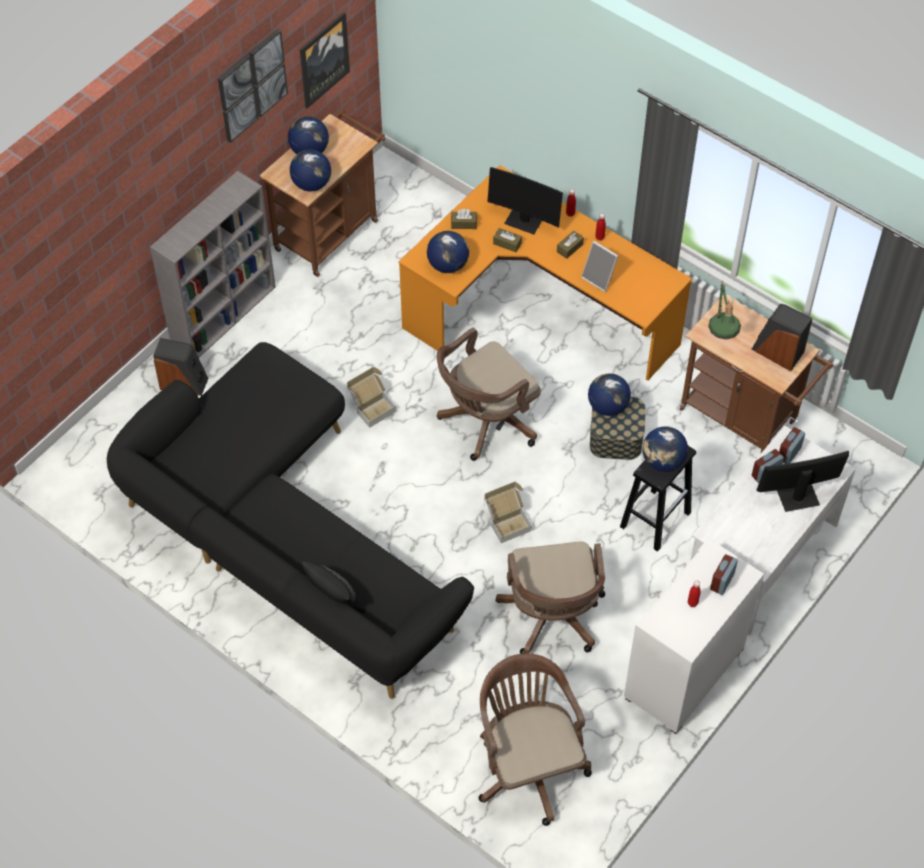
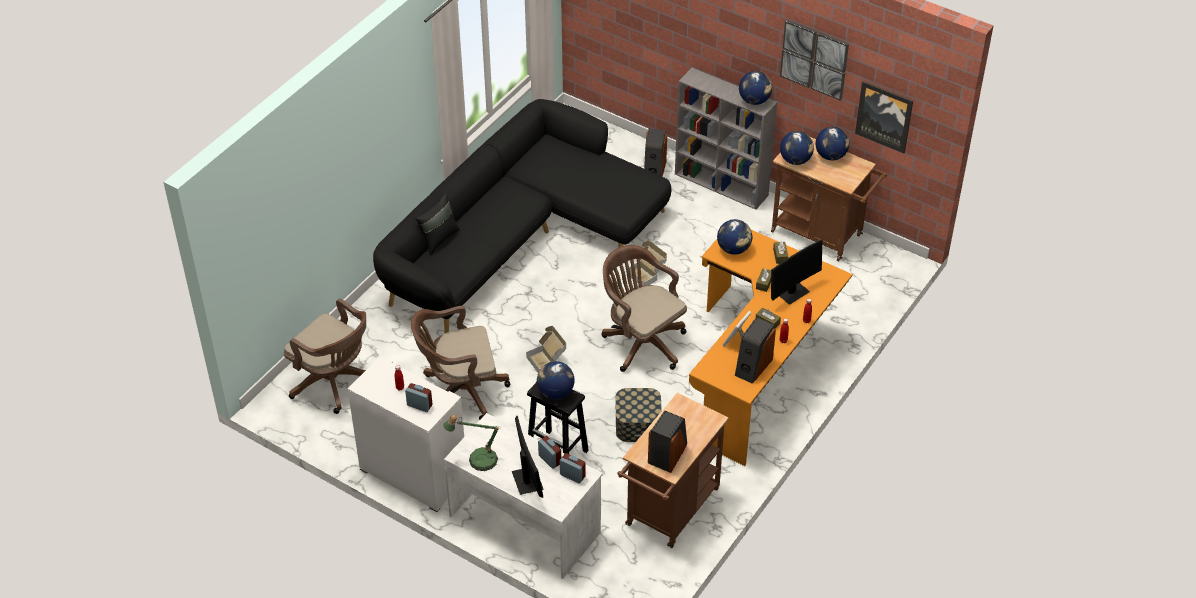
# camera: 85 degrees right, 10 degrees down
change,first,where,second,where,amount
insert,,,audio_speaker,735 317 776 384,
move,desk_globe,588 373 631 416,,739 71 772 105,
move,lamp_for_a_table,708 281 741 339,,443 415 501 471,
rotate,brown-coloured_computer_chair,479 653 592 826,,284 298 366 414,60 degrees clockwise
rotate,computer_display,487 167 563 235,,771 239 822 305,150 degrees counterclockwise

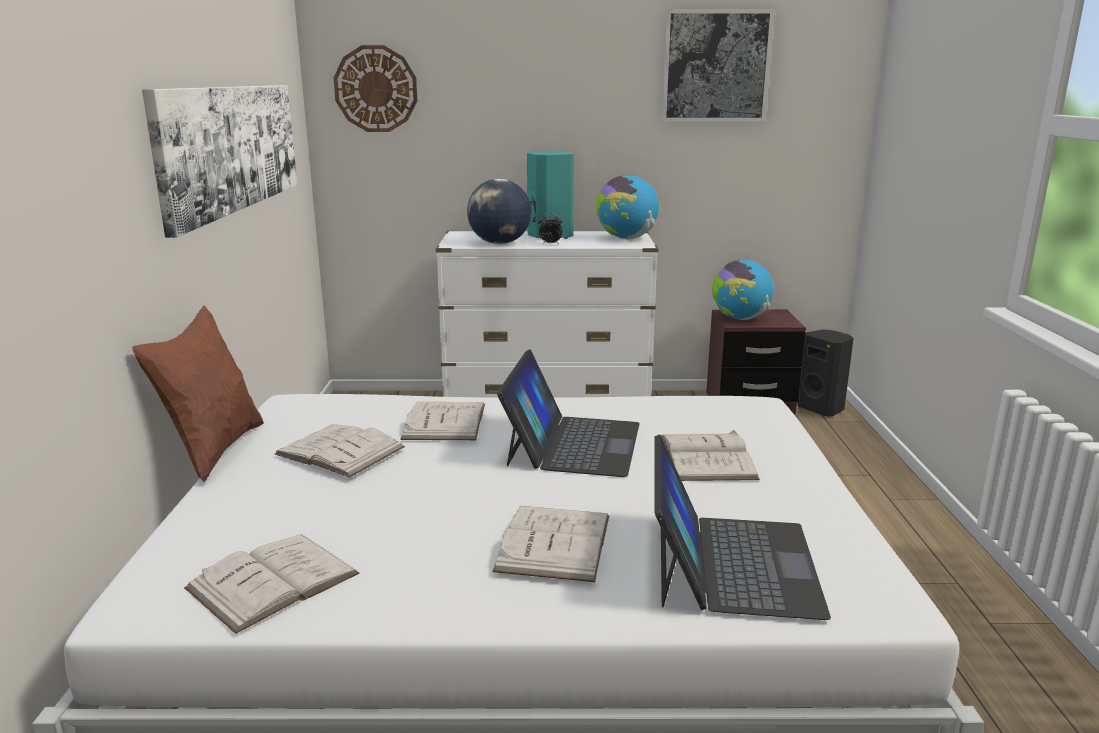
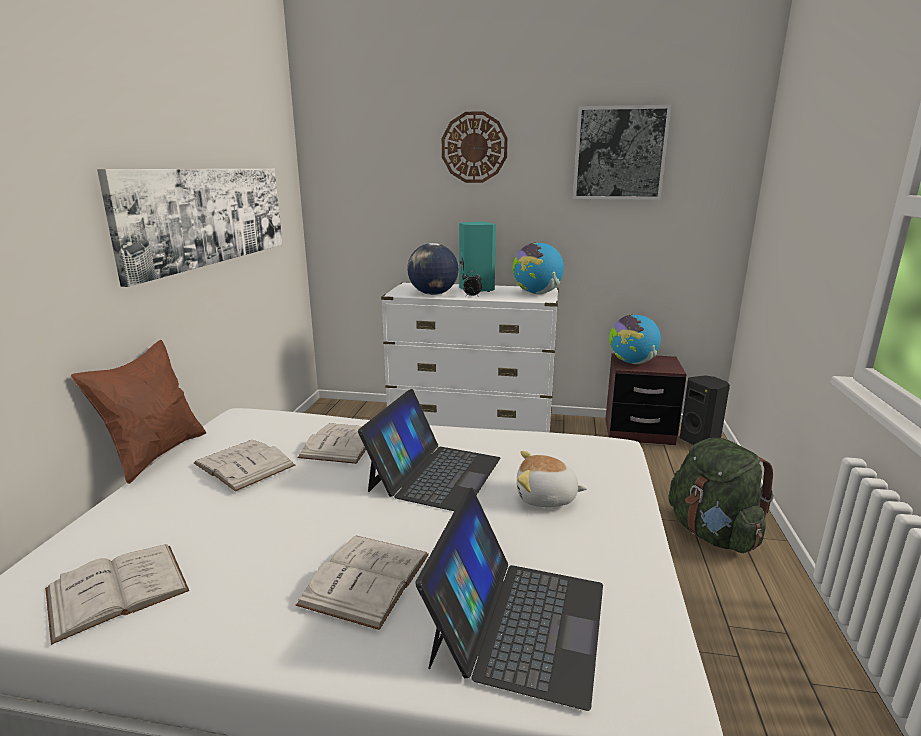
# camera: 10 degrees right, 0 degrees up
change,first,where,second,where,amount
insert,,,greenish_rucksack,668 438 774 553,
move,hanging_clock,334 45 418 132,,442 111 508 183,
replace,white_bound_book,661 430 760 481,cuddly_toy,517 451 587 507,

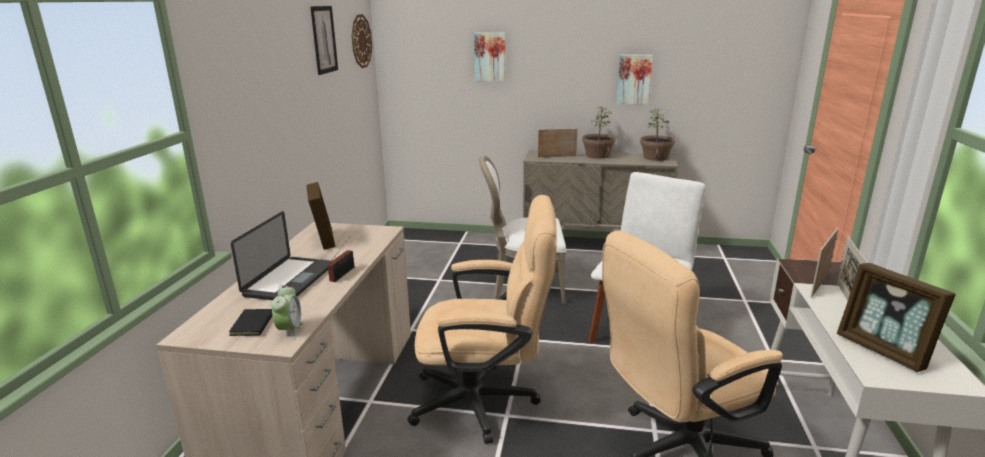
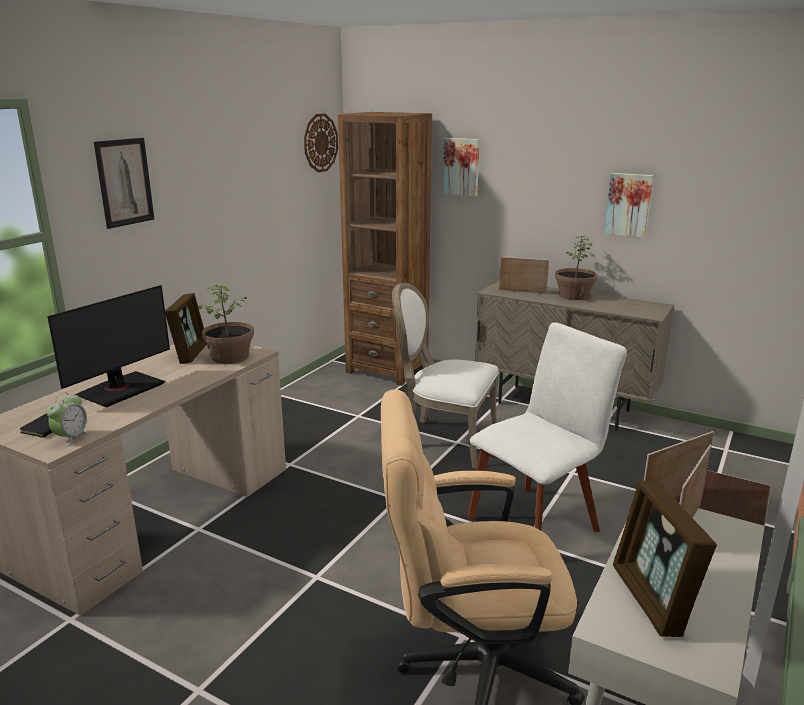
# camera: 20 degrees right, 0 degrees up
change,first,where,second,where,amount
delete,radio_set,328 236 354 282,,,
delete,beige_computer_chair,408 195 557 444,,,
insert,,,brown-coloured_bookcase,338 112 432 386,
move,wall_art,310 6 338 75,,94 138 154 229,
move,plant_in_a_pot,640 109 675 161,,198 284 254 364,
replace,laptop,231 211 331 300,computer_display,47 285 170 407,

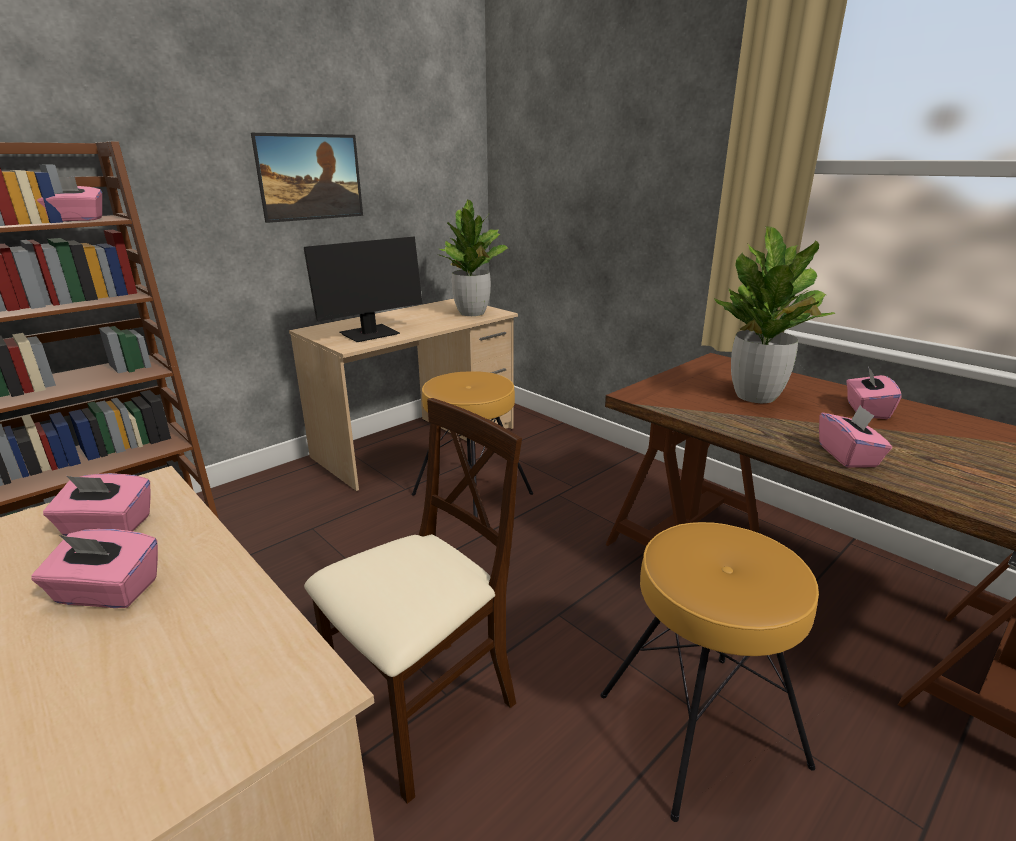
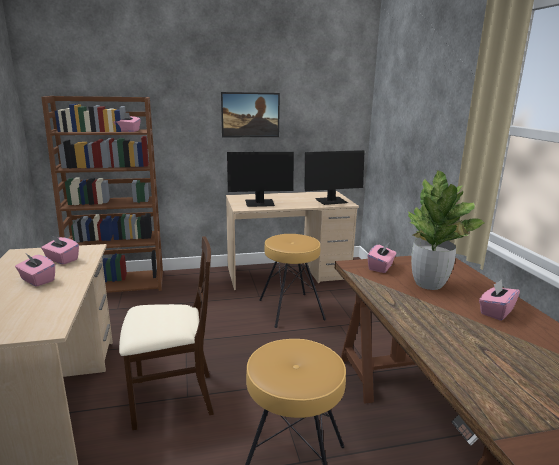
# camera: 30 degrees right, 5 degrees down
change,first,where,second,where,amount
move,pink_tissue_box,819 405 892 468,,368 242 396 273,
replace,plant_in_a_pot,440 200 508 316,computer_display,305 150 365 205,

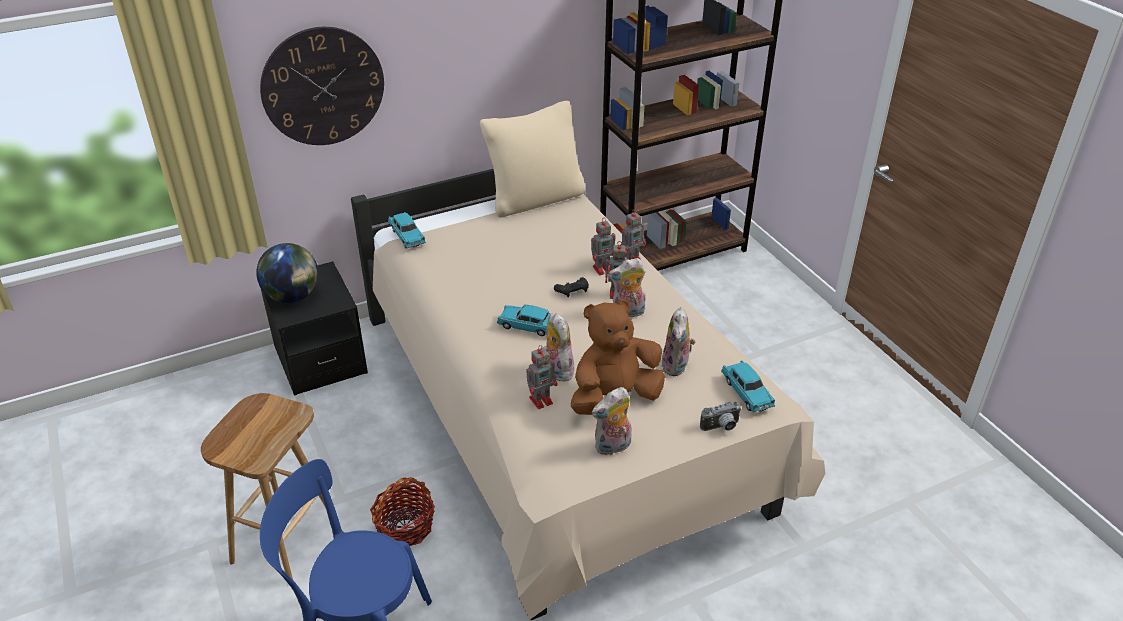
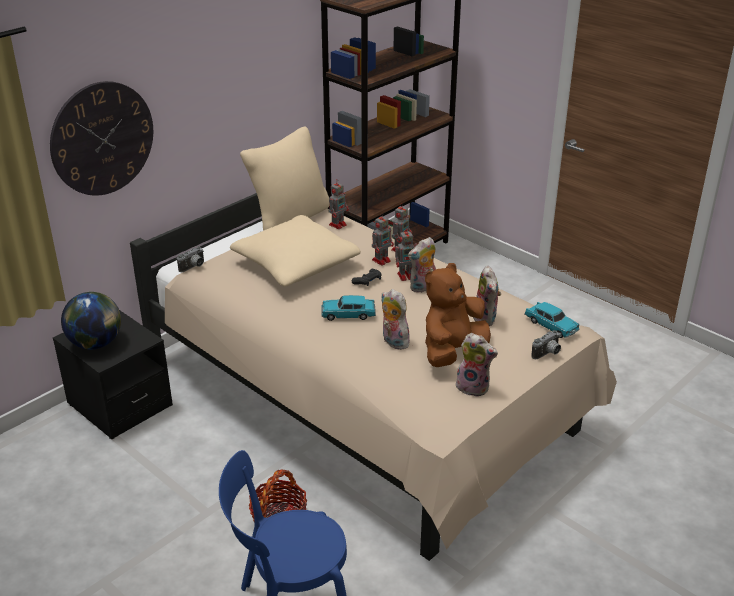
# camera: 20 degrees left, 5 degrees down
change,first,where,second,where,amount
delete,brown-coloured_sitting_stool,201 393 326 580,,,
insert,,,beige_pillow,230 215 361 287,
move,toy_robot,526 345 557 409,,329 179 349 229,
replace,blue-green_miniature_car,388 212 426 248,still_camera,177 246 204 272,
rotate,cuddly_toy,592 387 632 455,,456 333 498 397,105 degrees counterclockwise

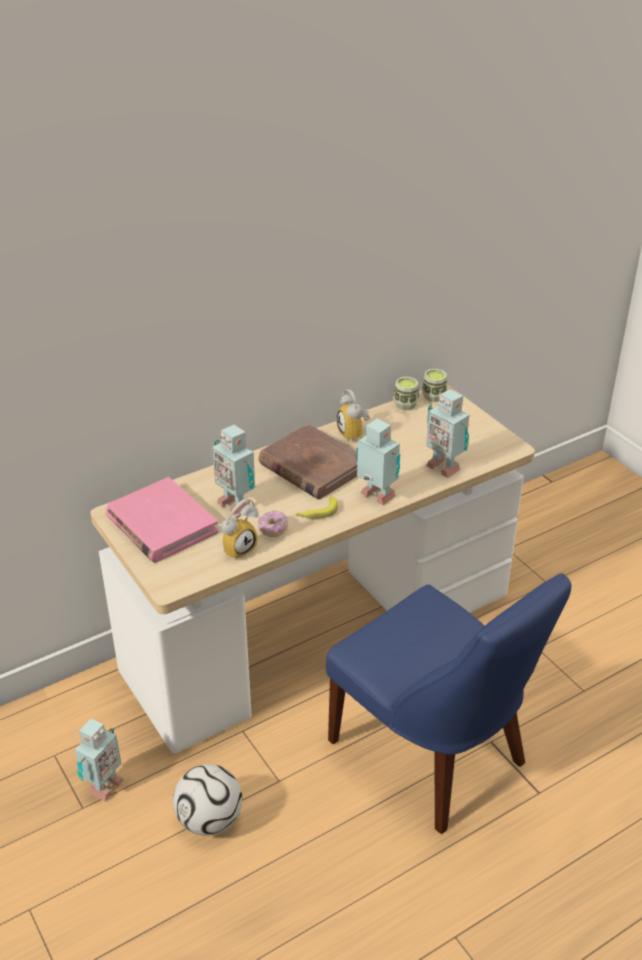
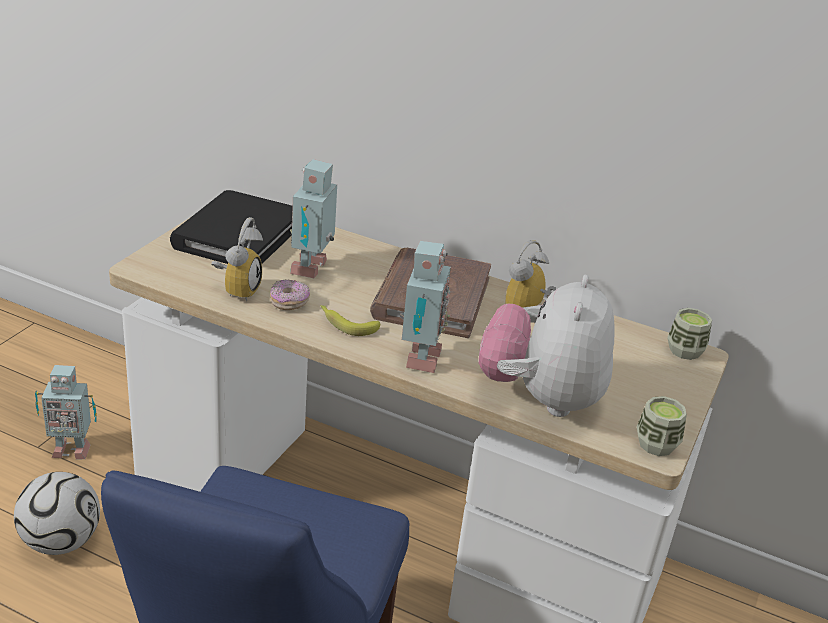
# camera: 55 degrees right, 5 degrees down
change,first,where,second,where,amount
move,cup,393 377 419 410,,637 396 687 456,
replace,toy_robot,426 389 469 478,cuddly_toy,479 275 615 417,
recolor,pink_bound_book,105 477 218 563,blackish_bound_book,170 190 293 264,
rotate,alarm_clock,219 499 259 561,,211 217 263 301,90 degrees counterclockwise

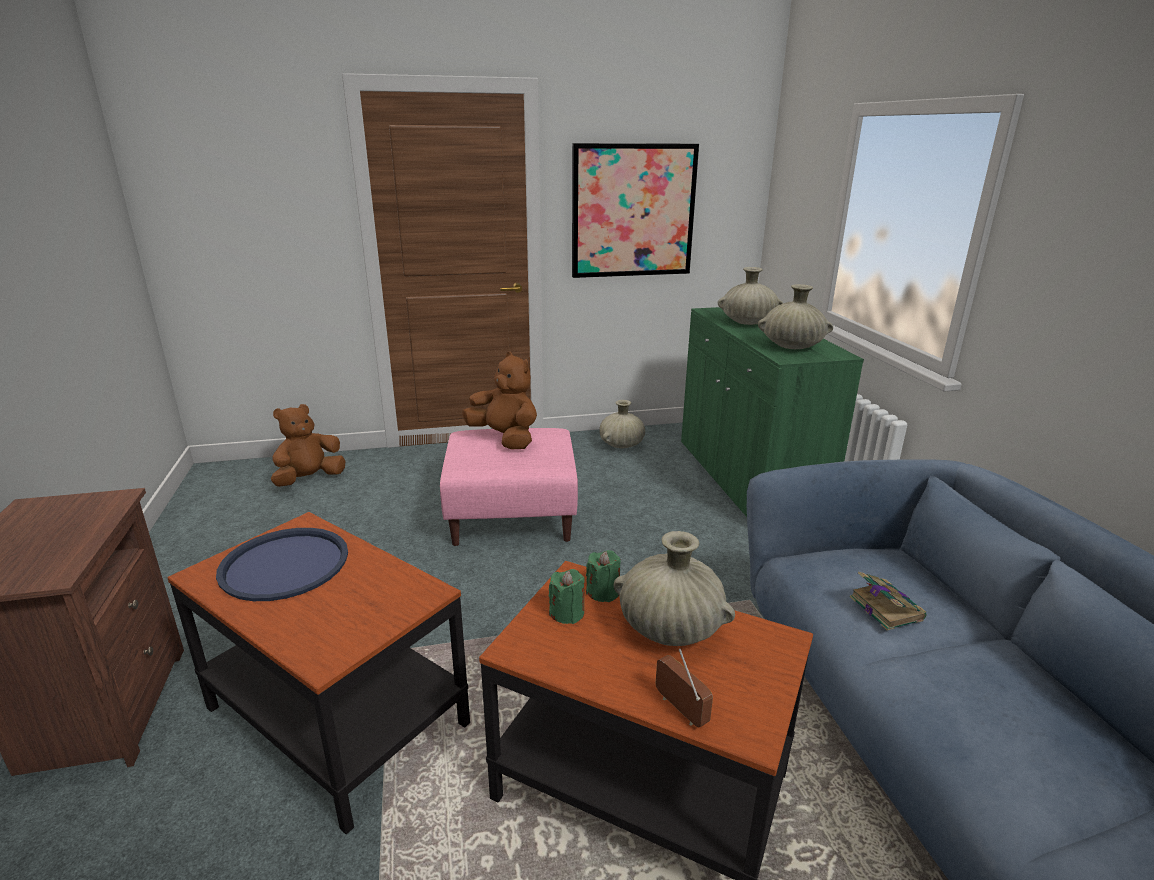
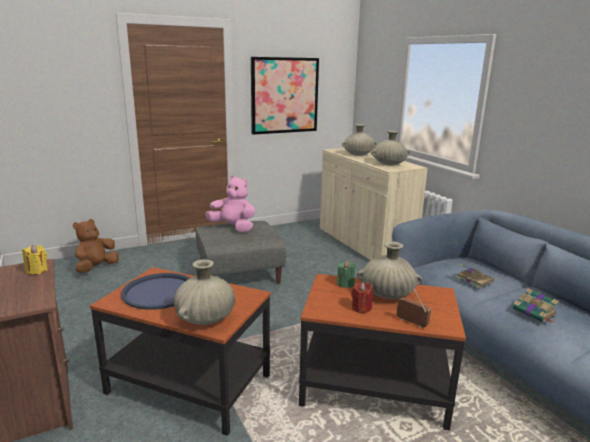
# camera: 15 degrees left, 5 degrees down
change,first,where,second,where,amount
delete,greenish_wax_light,549 569 585 624,,,
insert,,,yellowish_wax_light,22 245 48 275,
insert,,,reddish_wax_light,351 282 373 313,
insert,,,bound_book,513 288 559 323,
move,beige_flower_vase,599 400 645 449,,174 259 235 325,
recolor,pink_ottoman,440 428 578 546,greyish_ottoman,196 221 286 284,
recolor,brown-coloured_cuddly_toy,462 352 537 449,pink_cuddly_toy,205 176 255 232,
recolor,greenish_cupboard,681 307 864 517,beige_cupboard,320 148 428 260,

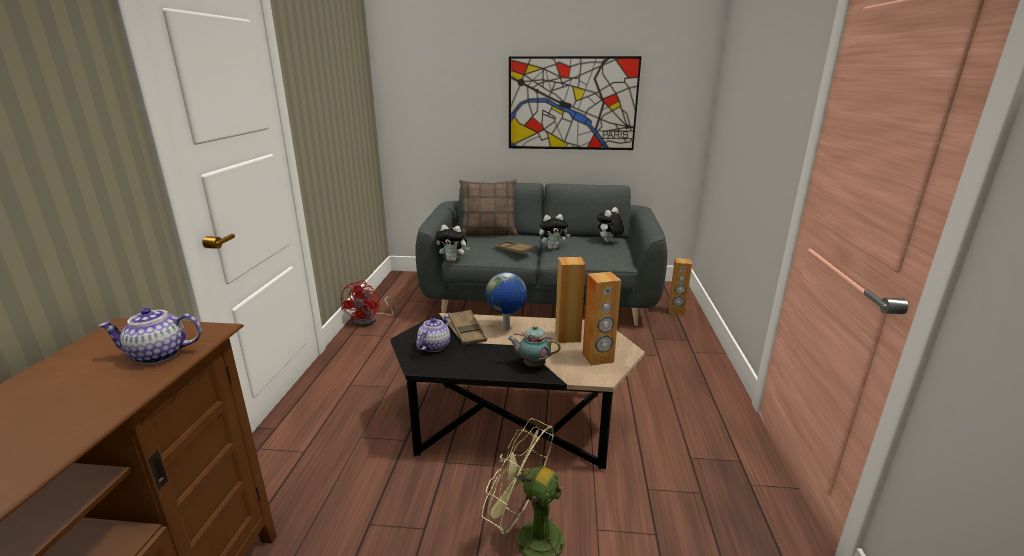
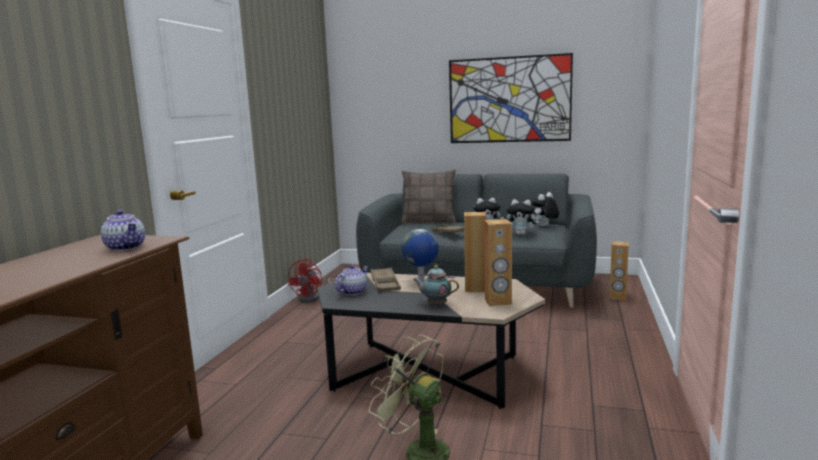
# camera: 10 degrees right, 10 degrees down
change,first,where,second,where,amount
move,cuddly_toy,435 225 470 261,,506 199 539 235,
rotate,teapot,98 307 202 364,,101 210 145 251,135 degrees counterclockwise

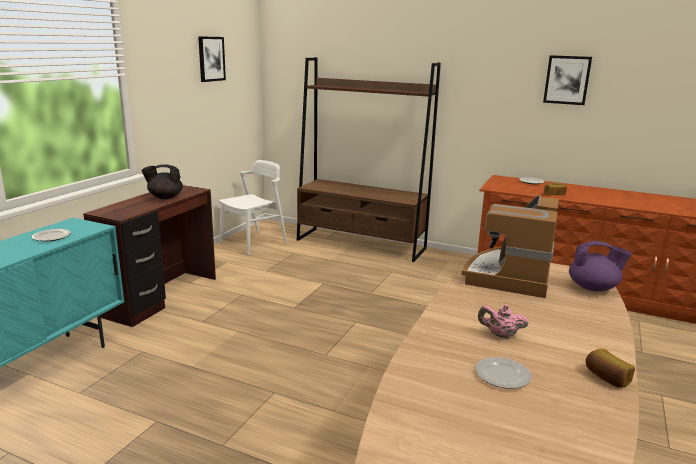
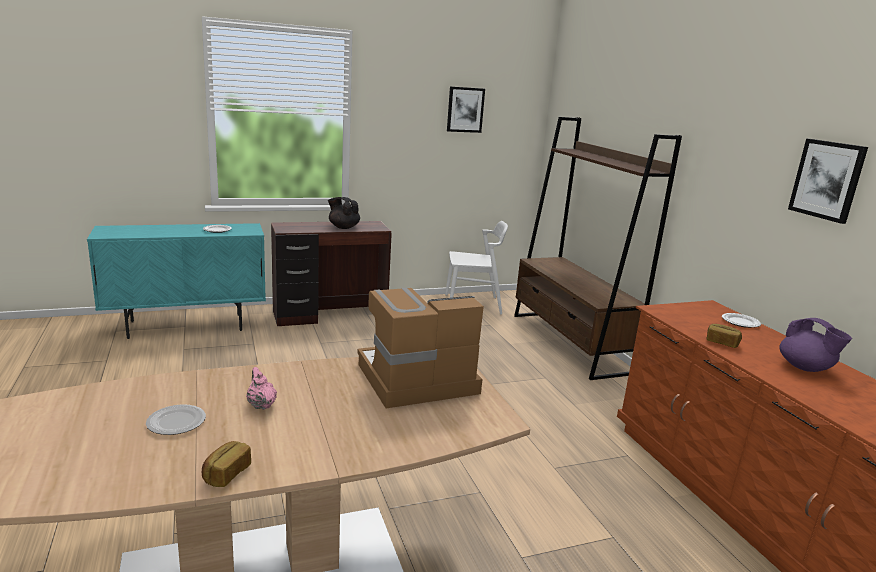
# camera: 45 degrees right, 0 degrees up
change,first,where,second,where,amount
move,purple-coloured_teapot,569 241 632 292,,779 318 852 372,

